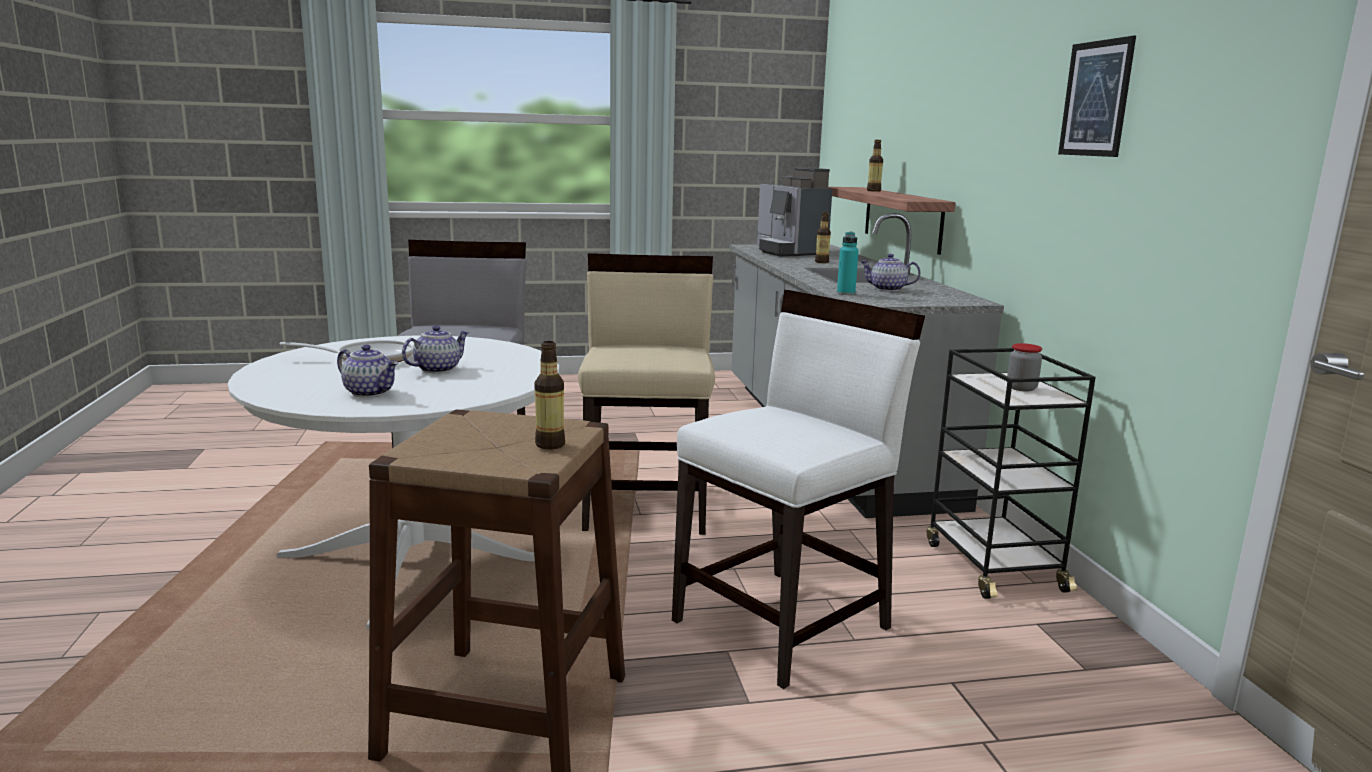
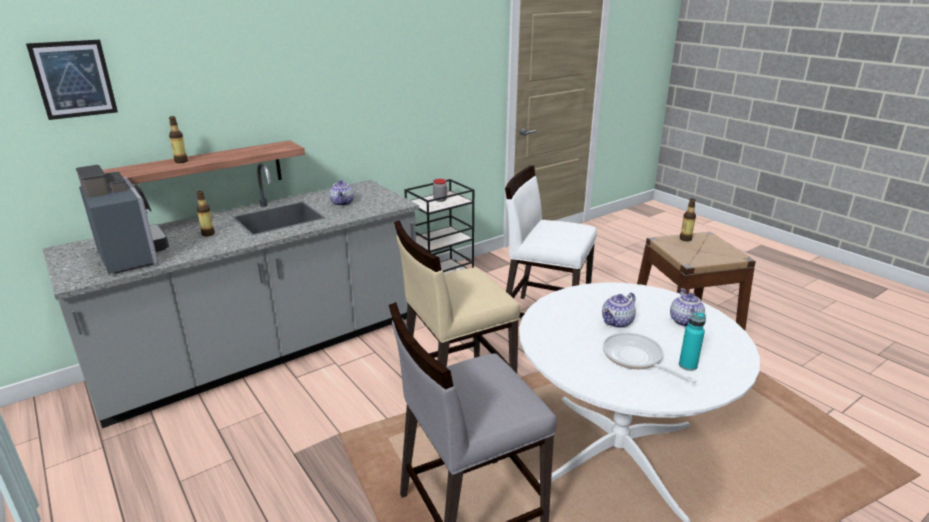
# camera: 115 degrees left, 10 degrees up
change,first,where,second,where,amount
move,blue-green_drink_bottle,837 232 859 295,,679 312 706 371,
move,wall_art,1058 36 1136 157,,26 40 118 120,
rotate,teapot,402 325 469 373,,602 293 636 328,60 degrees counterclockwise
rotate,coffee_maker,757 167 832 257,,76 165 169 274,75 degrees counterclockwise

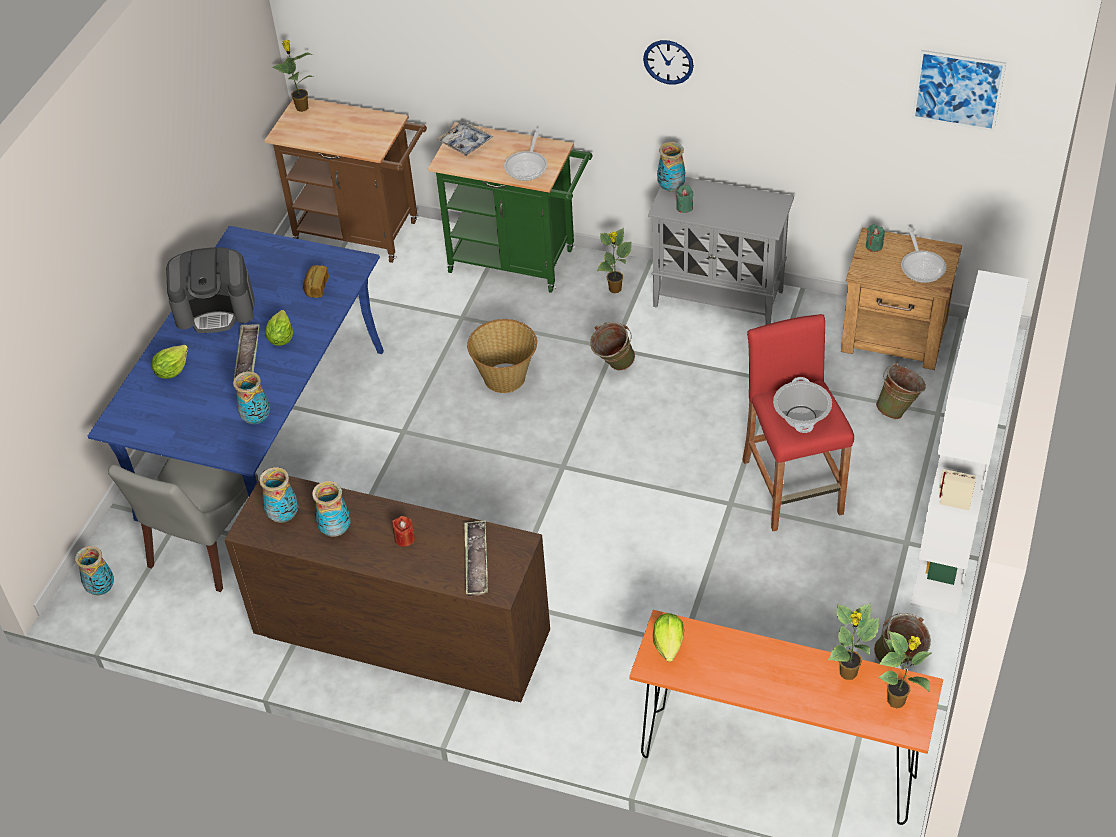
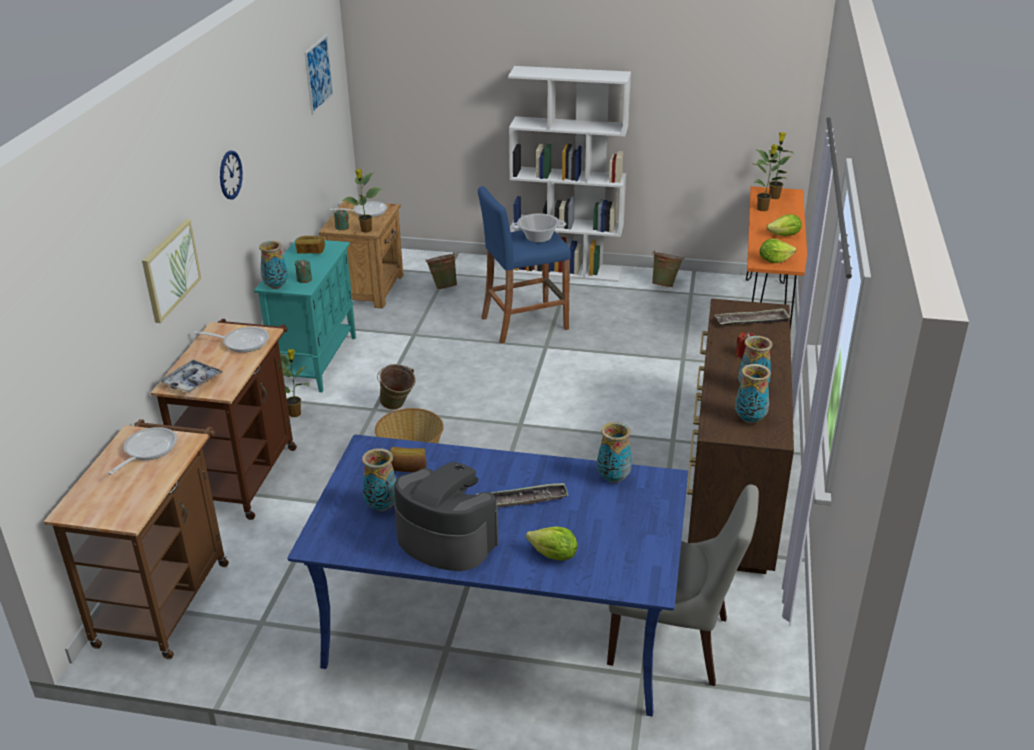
# camera: 100 degrees left, 15 degrees down
change,first,where,second,where,amount
insert,,,pan,108 427 177 475,
insert,,,wall_art,142 219 202 323,
insert,,,bakery_bread,295 236 325 254,
move,flower_vase,75 546 114 595,,362 448 396 511,
move,lettuce_head,265 310 293 346,,767 214 802 236,
move,plant_in_a_pot,272 40 313 112,,342 169 382 233,
recolor,greenish_trolley,428 122 592 293,brown-coloured_trolley,151 319 297 520,
recolor,greyish_cupboard,648 177 794 325,blue-green_cupboard,254 240 356 392,
recolor,reddish_sitting_stool,742 314 854 531,bluish_sitting_stool,478 186 571 343,
rotate,coffee_maker,166 247 255 333,,394 462 498 571,45 degrees counterclockwise

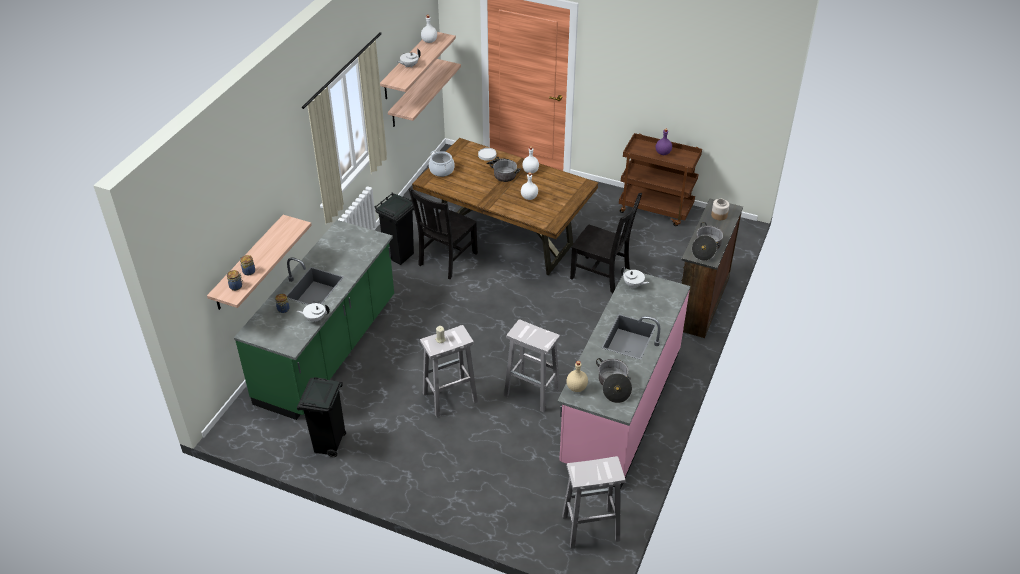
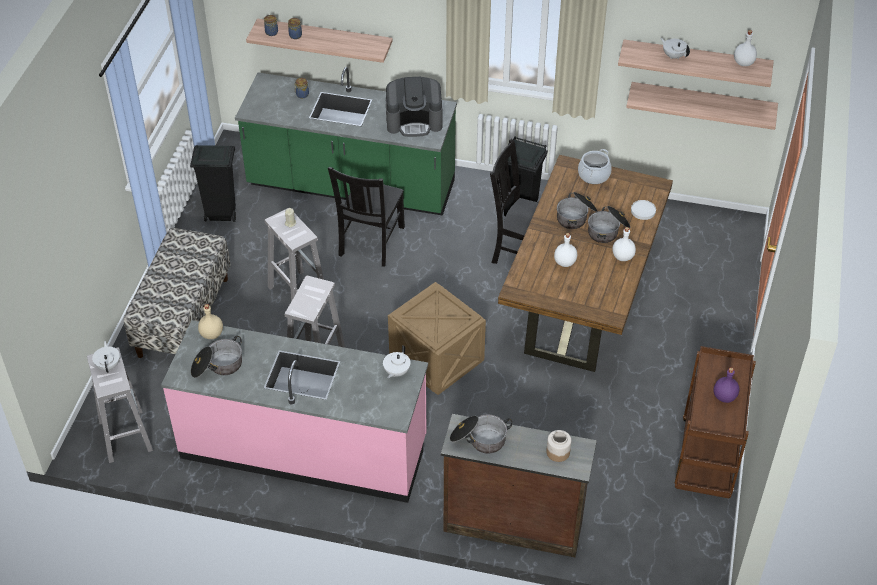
# camera: 80 degrees right, 5 degrees up
change,first,where,second,where,amount
insert,,,indoor_bench,124 228 231 358,
insert,,,coffee_maker,386 77 442 137,
insert,,,crate,388 282 486 395,
insert,,,saucepot,557 192 597 229,
move,white_teapot,297 303 330 323,,92 341 120 373,
move,blackish_plain_chair,570 193 642 293,,328 167 405 267,

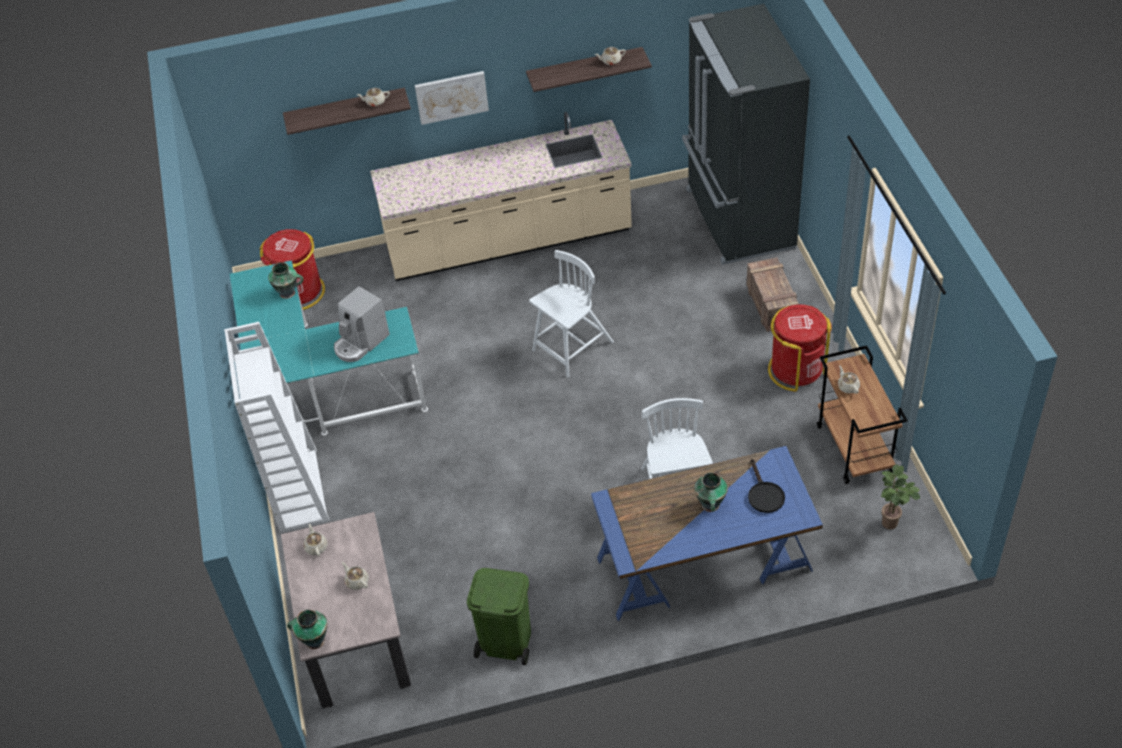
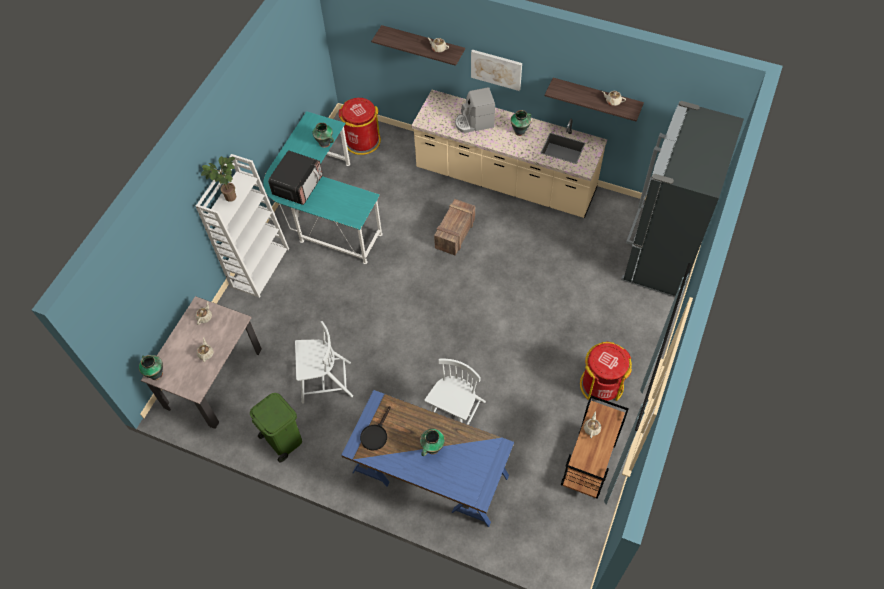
# camera: 35 degrees right, 10 degrees up
change,first,where,second,where,amount
insert,,,microwave_oven,268 150 323 205,
insert,,,flower_vase,511 110 531 136,
move,coffee_maker,334 286 390 362,,455 87 495 133,
move,white_plain_chair,529 250 614 377,,295 321 353 404,
move,crate,747 257 799 332,,434 199 475 256,
move,blackish_pan,748 459 785 513,,360 406 391 450,
move,plant_in_a_pot,881 465 920 529,,201 156 236 202,

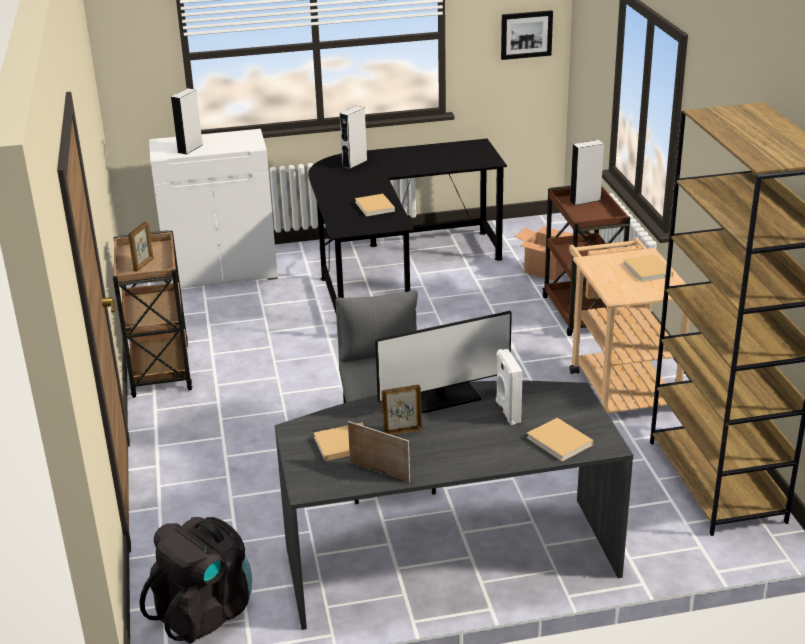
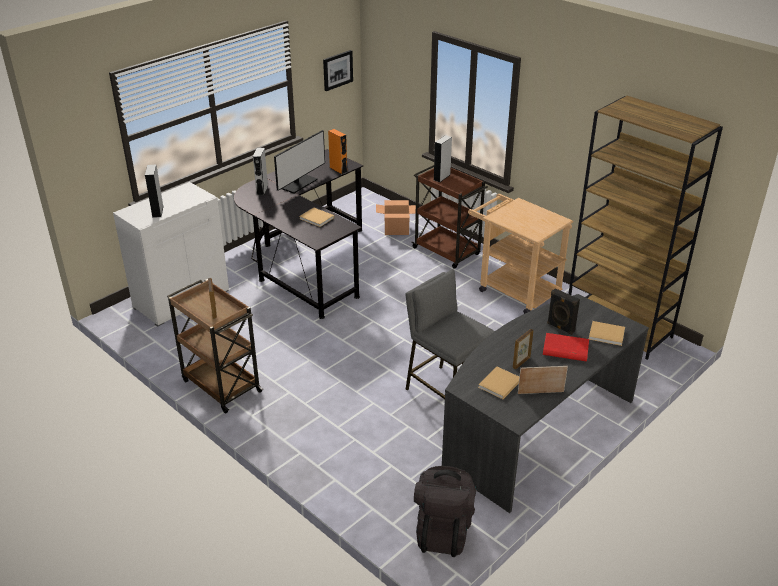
# camera: 35 degrees left, 5 degrees up
change,first,where,second,where,amount
delete,beige_bound_book,623 254 674 282,,,
insert,,,orange_audio_speaker,328 129 347 174,
insert,,,reddish_bound_book,543 333 589 362,
move,computer_display,375 311 512 414,,274 130 325 194,
recolor,white_audio_speaker,496 349 523 425,blackish_audio_speaker,547 288 580 335,

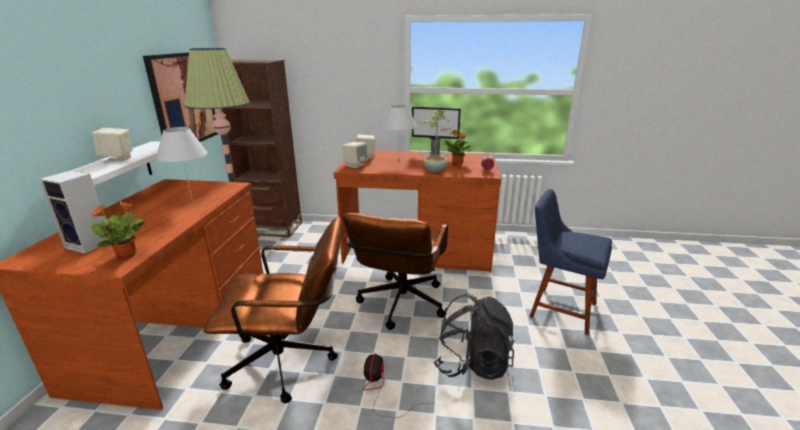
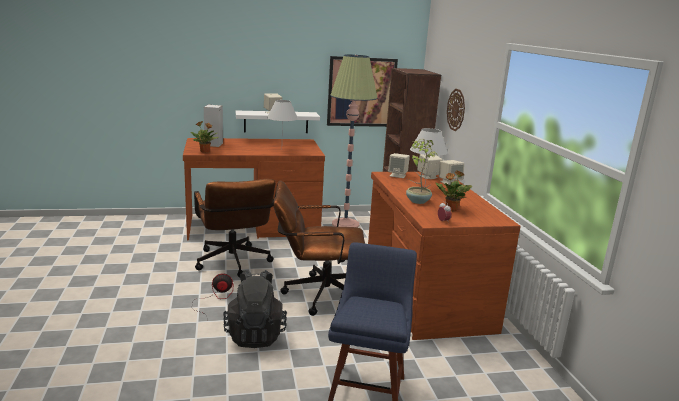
# camera: 70 degrees right, 5 degrees down
change,first,where,second,where,amount
delete,computer_display,412 107 461 156,,,
insert,,,beige_audio_speaker,439 160 464 185,
insert,,,hanging_clock,447 89 465 131,

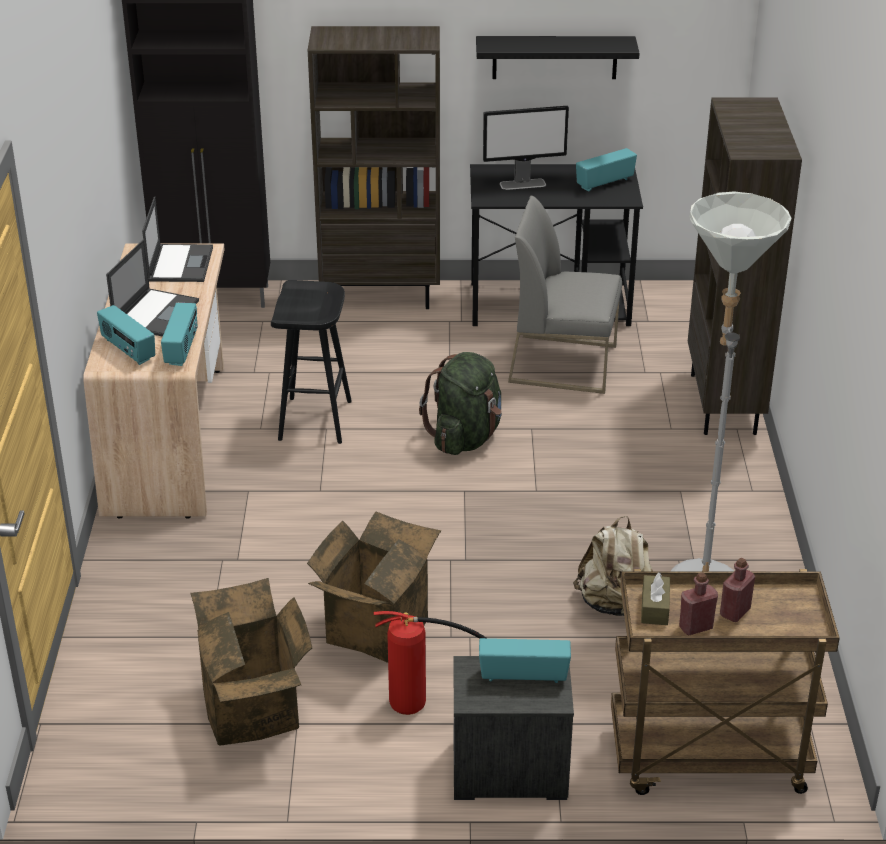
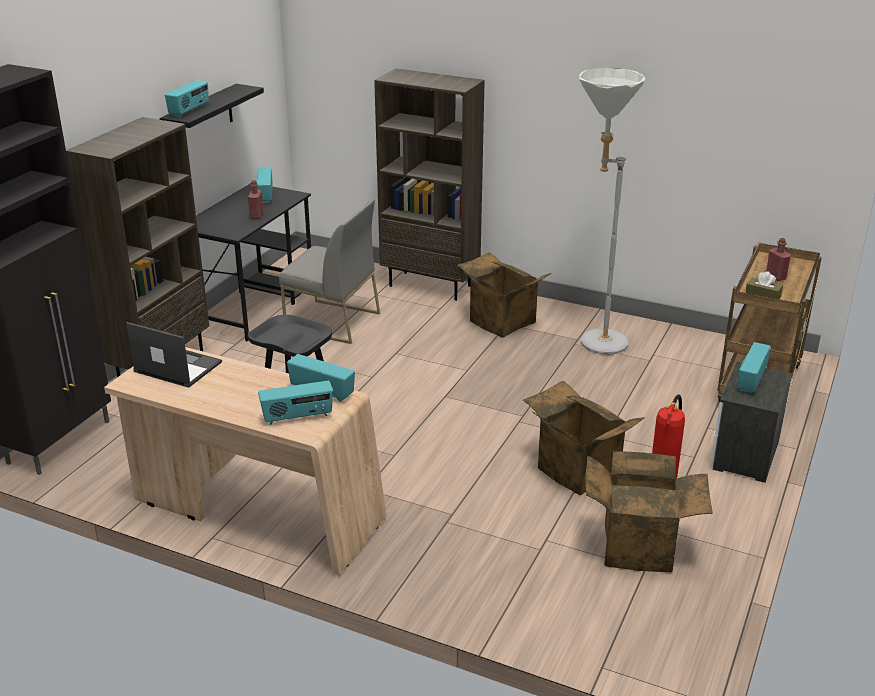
# camera: 65 degrees left, 5 degrees down
change,first,where,second,where,amount
delete,laptop,106 240 199 337,,,
delete,greenish_rucksack,419 352 502 455,,,
delete,computer_display,483 106 569 190,,,
delete,beige_rucksack,573 516 653 619,,,
insert,,,radio_set,165 80 209 118,
insert,,,packing_box,457 252 552 338,
move,reddish_drink_bottle,679 573 718 635,,248 180 264 219,
rotate,greyish_plain_chair,508 195 622 394,,279 200 380 344,105 degrees counterclockwise

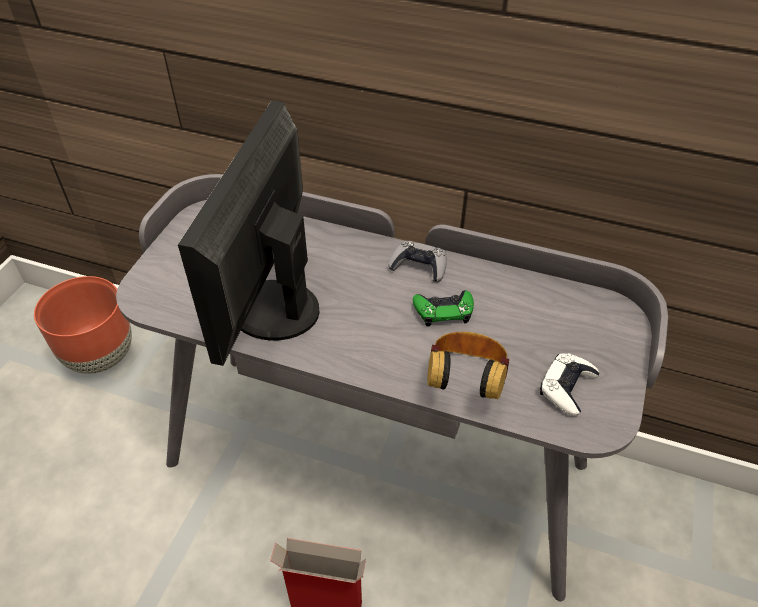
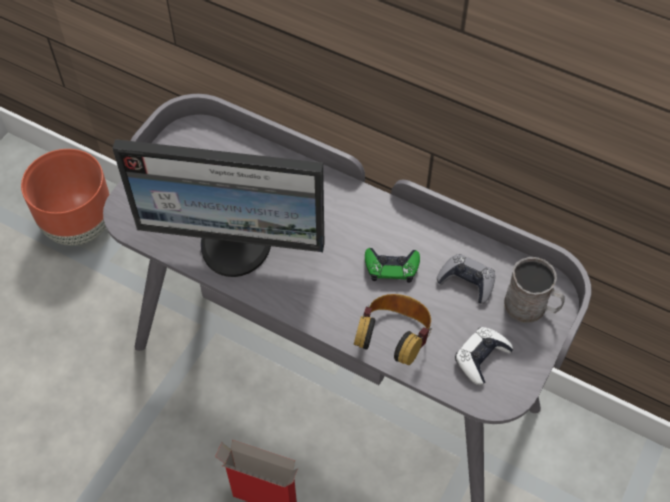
# camera: 10 degrees right, 10 degrees up
change,first,where,second,where,amount
insert,,,greyish_mug,504 257 565 323,
move,greyish_joypad,388 241 447 282,,437 254 495 304,
rotate,computer_display,178 101 319 366,,112 139 324 277,105 degrees counterclockwise

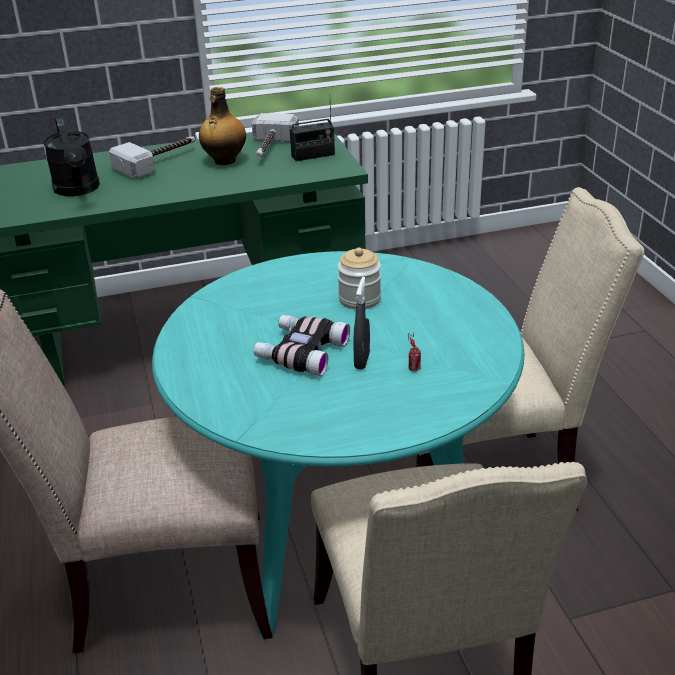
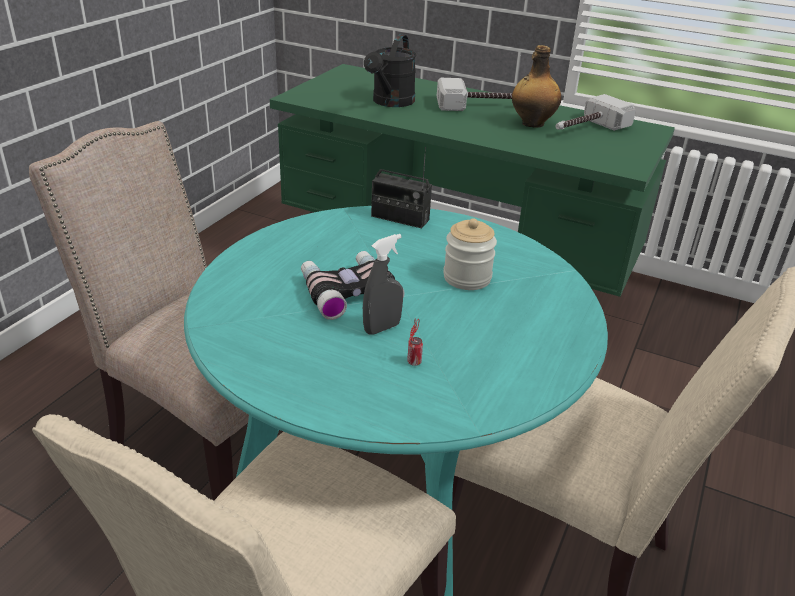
# camera: 40 degrees right, 0 degrees up
change,first,where,second,where,amount
move,radio_set,290 103 335 161,,371 147 432 229,

